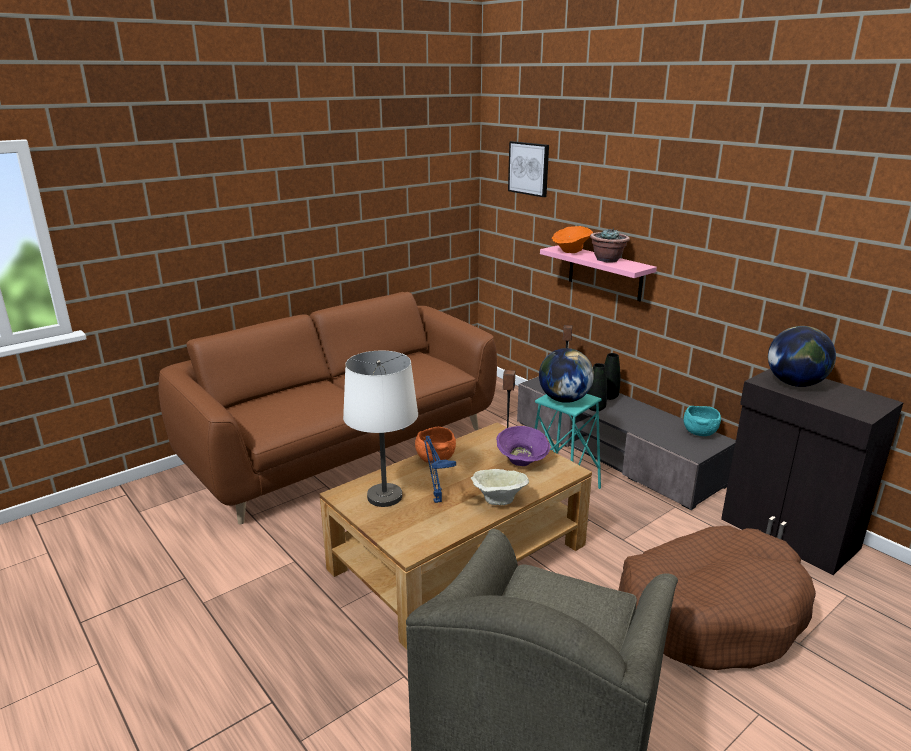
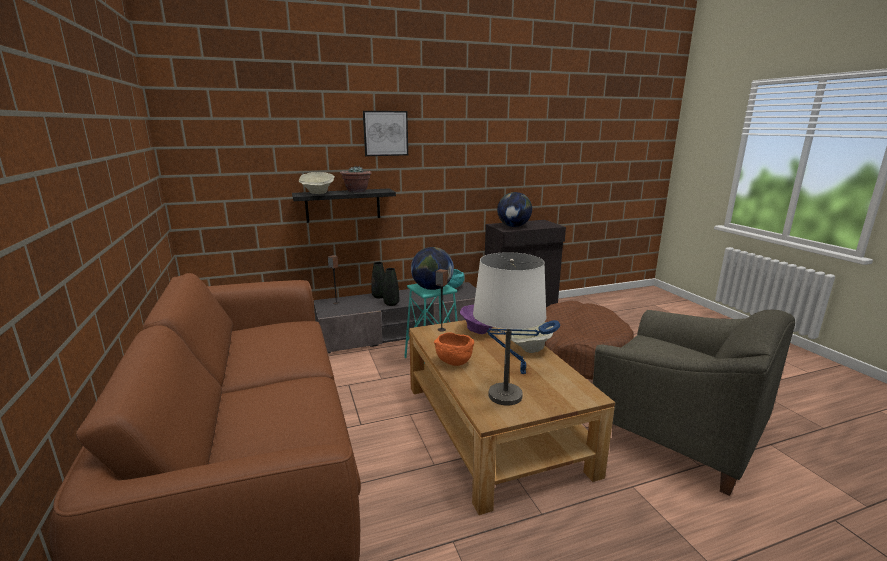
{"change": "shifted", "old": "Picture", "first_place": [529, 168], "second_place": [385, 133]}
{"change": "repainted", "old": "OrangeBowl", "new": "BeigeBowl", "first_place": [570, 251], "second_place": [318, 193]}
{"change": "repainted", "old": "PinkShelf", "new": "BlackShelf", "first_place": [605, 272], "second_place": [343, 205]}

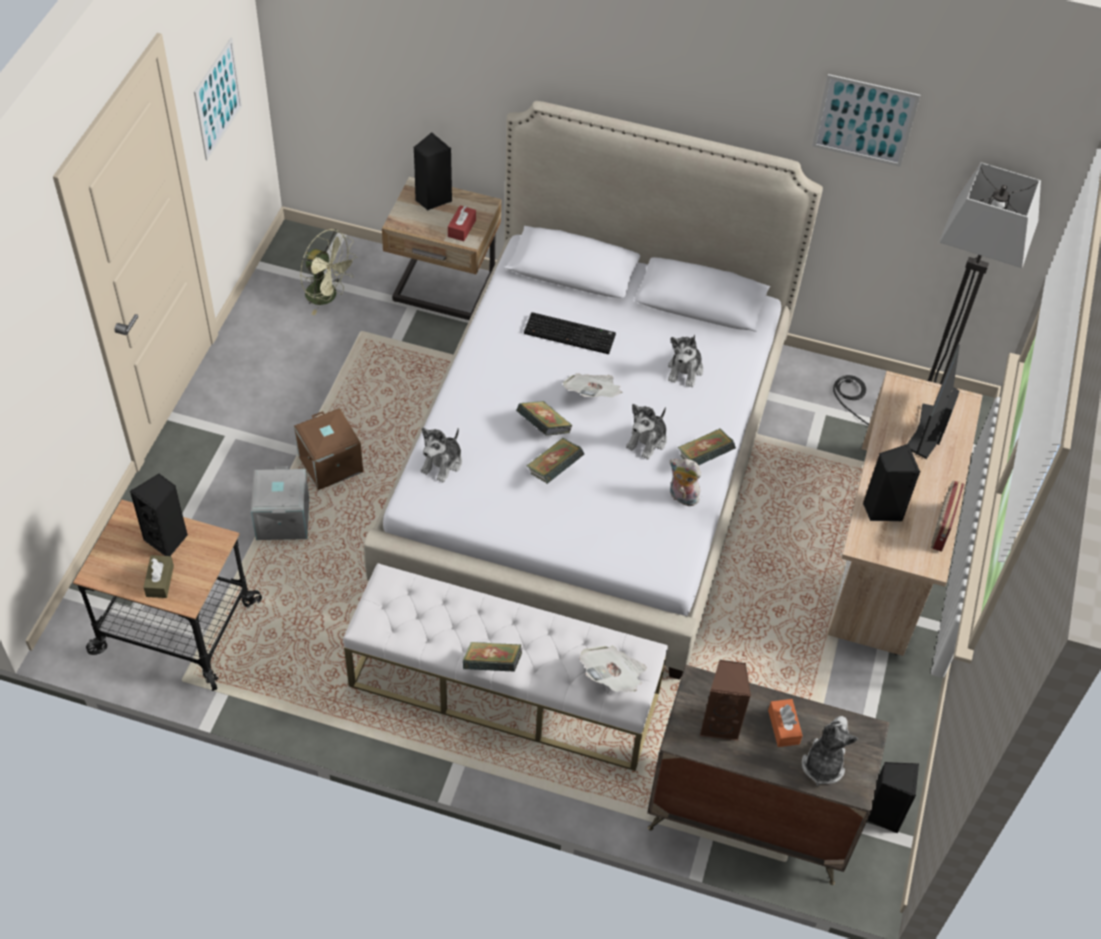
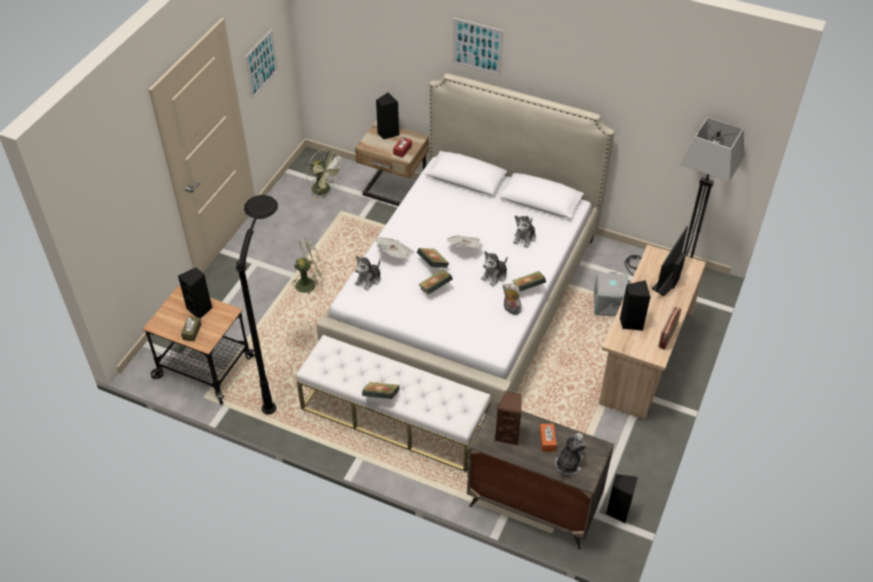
{"change": "shifted", "old": "Picture", "first_place": [865, 120], "second_place": [477, 46]}
{"change": "gone", "old": "Keyboard", "first_place": [571, 333]}
{"change": "swapped", "old": "BrownStorageBox", "new": "GreenFan", "first_place": [329, 464], "second_place": [310, 284]}
{"change": "shifted", "old": "GreyStorageBox", "first_place": [281, 519], "second_place": [608, 305]}
{"change": "shifted", "old": "Newspaper", "first_place": [613, 677], "second_place": [395, 255]}
{"change": "new", "new": "BlackFloorLamp", "second_place": [281, 373]}

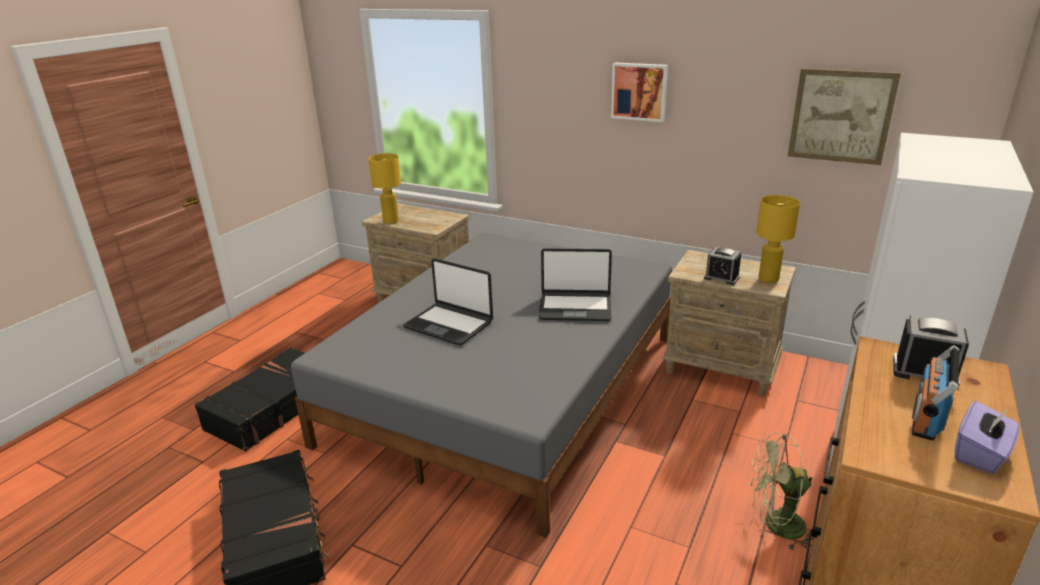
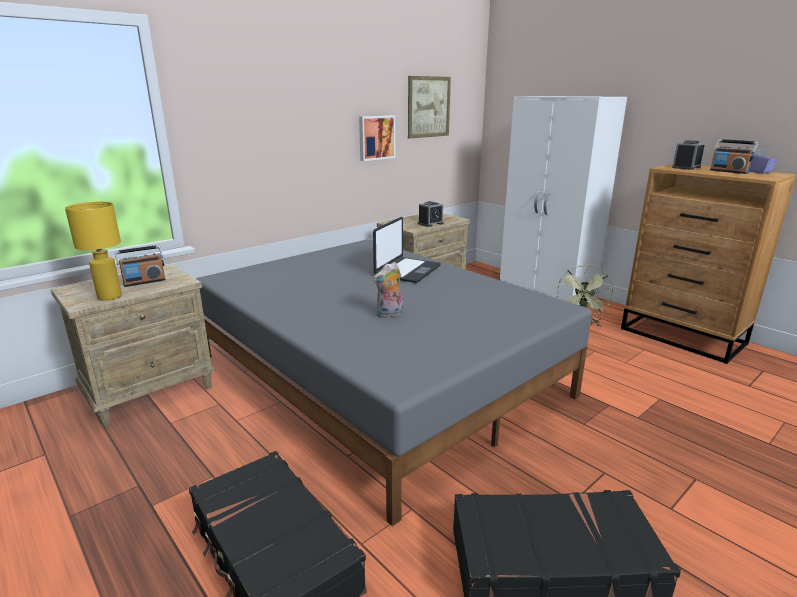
{"change": "shifted", "old": "Picture", "first_place": [639, 91], "second_place": [376, 137]}
{"change": "gone", "old": "YellowTableLamp", "first_place": [768, 279]}
{"change": "swapped", "old": "Laptop", "new": "PlushToy", "first_place": [449, 324], "second_place": [390, 315]}
{"change": "new", "new": "Radio", "second_place": [144, 282]}

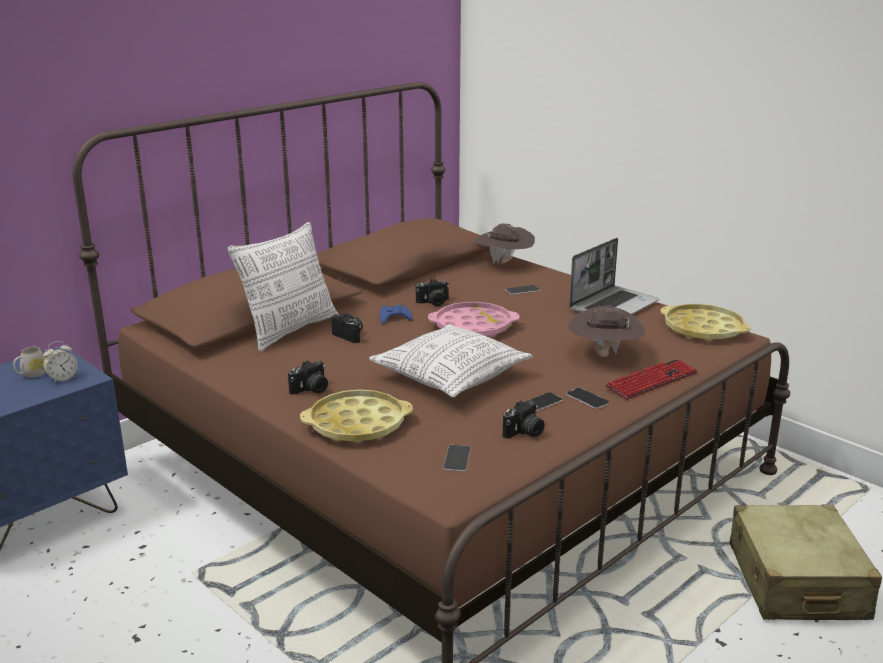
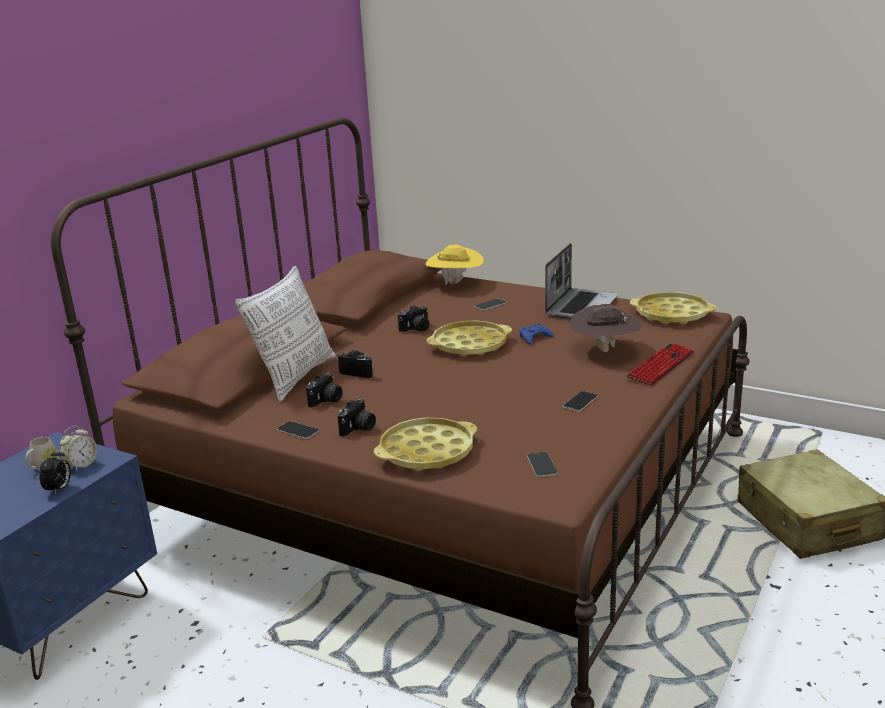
{"change": "repainted", "old": "BrownHat", "new": "YellowHat", "first_place": [503, 264], "second_place": [455, 283]}
{"change": "repainted", "old": "PinkTray", "new": "YellowTray", "first_place": [473, 327], "second_place": [469, 345]}
{"change": "shifted", "old": "BlueGameController", "first_place": [394, 318], "second_place": [534, 337]}
{"change": "gone", "old": "Pillow", "first_place": [451, 377]}
{"change": "shifted", "old": "Phone", "first_place": [587, 399], "second_place": [297, 431]}
{"change": "shifted", "old": "PhotoCamera", "first_place": [524, 433], "second_place": [326, 400]}
{"change": "new", "new": "AlarmClock", "second_place": [59, 489]}

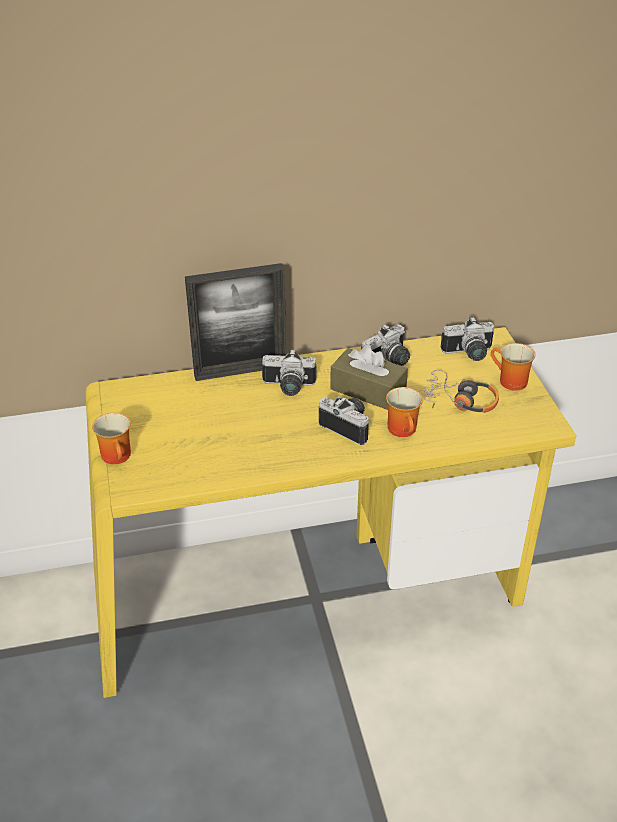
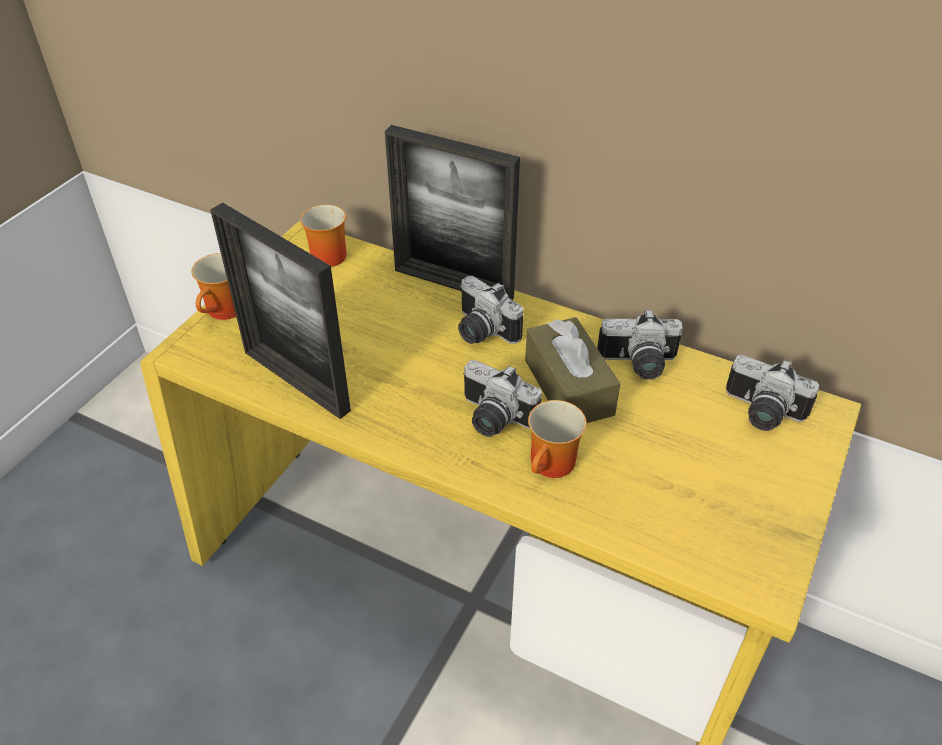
{"change": "shifted", "old": "Mug", "first_place": [509, 382], "second_place": [325, 254]}
{"change": "gone", "old": "Headphones", "first_place": [459, 401]}
{"change": "rotated", "old": "PhotoCamera", "first_place": [349, 426], "second_place": [492, 419], "degrees": 135}
{"change": "new", "new": "PictureFrame", "second_place": [296, 381]}

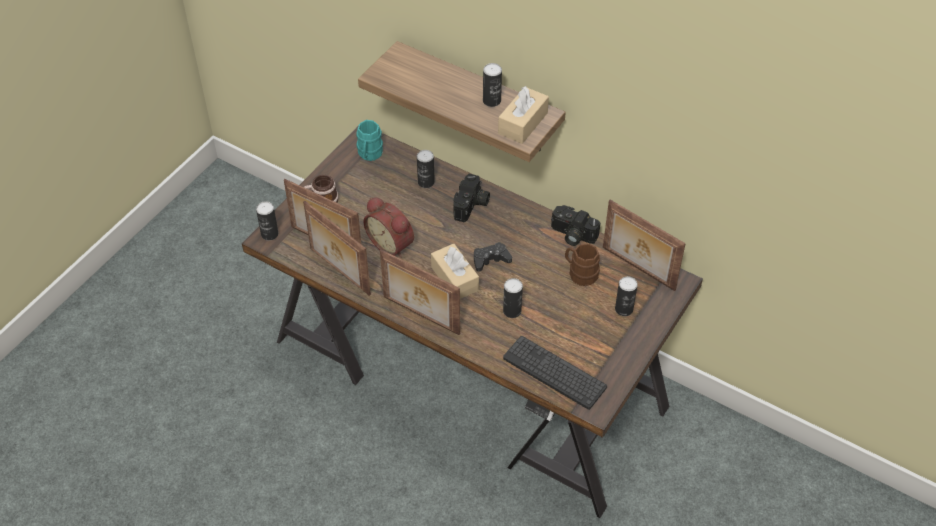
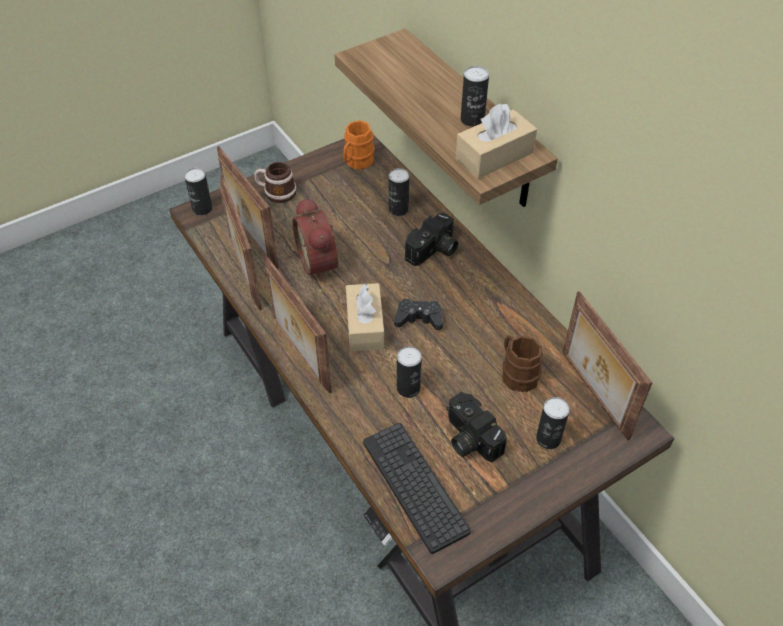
{"change": "repainted", "old": "TurquoiseMug", "new": "OrangeMug", "first_place": [369, 154], "second_place": [356, 162]}
{"change": "shifted", "old": "PhotoCamera", "first_place": [572, 235], "second_place": [468, 438]}

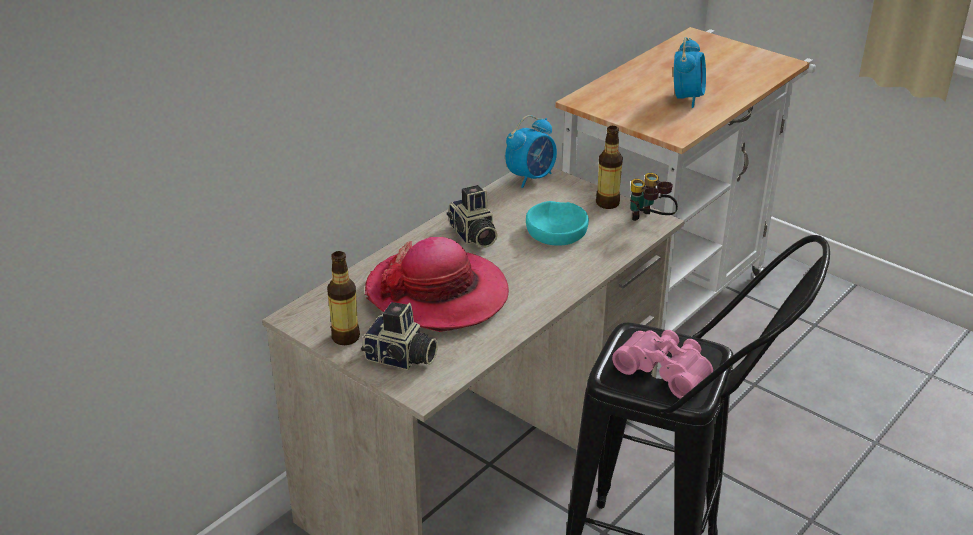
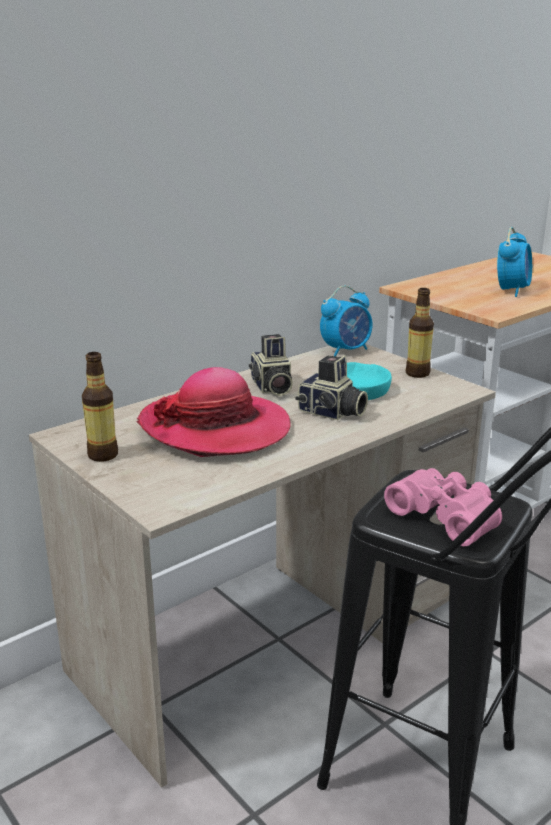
{"change": "gone", "old": "Binoculars", "first_place": [650, 222]}
{"change": "shifted", "old": "PhotoCamera", "first_place": [400, 359], "second_place": [331, 413]}

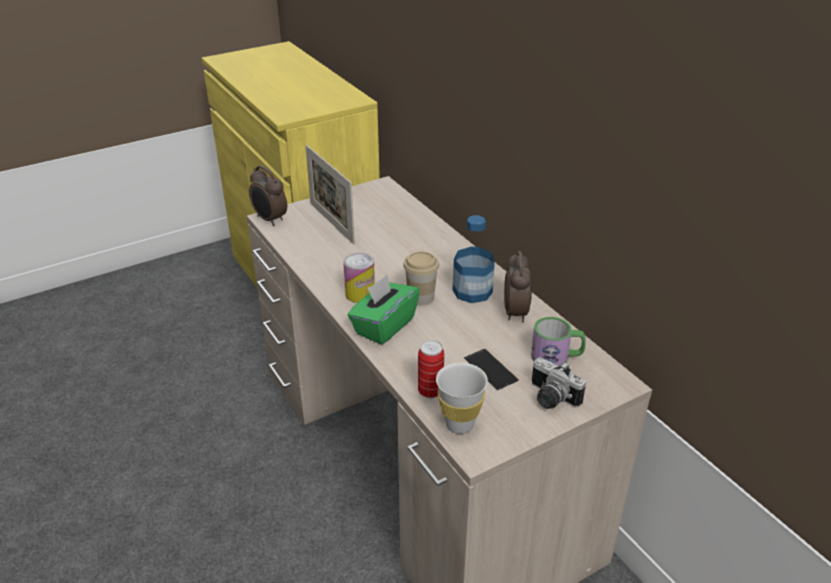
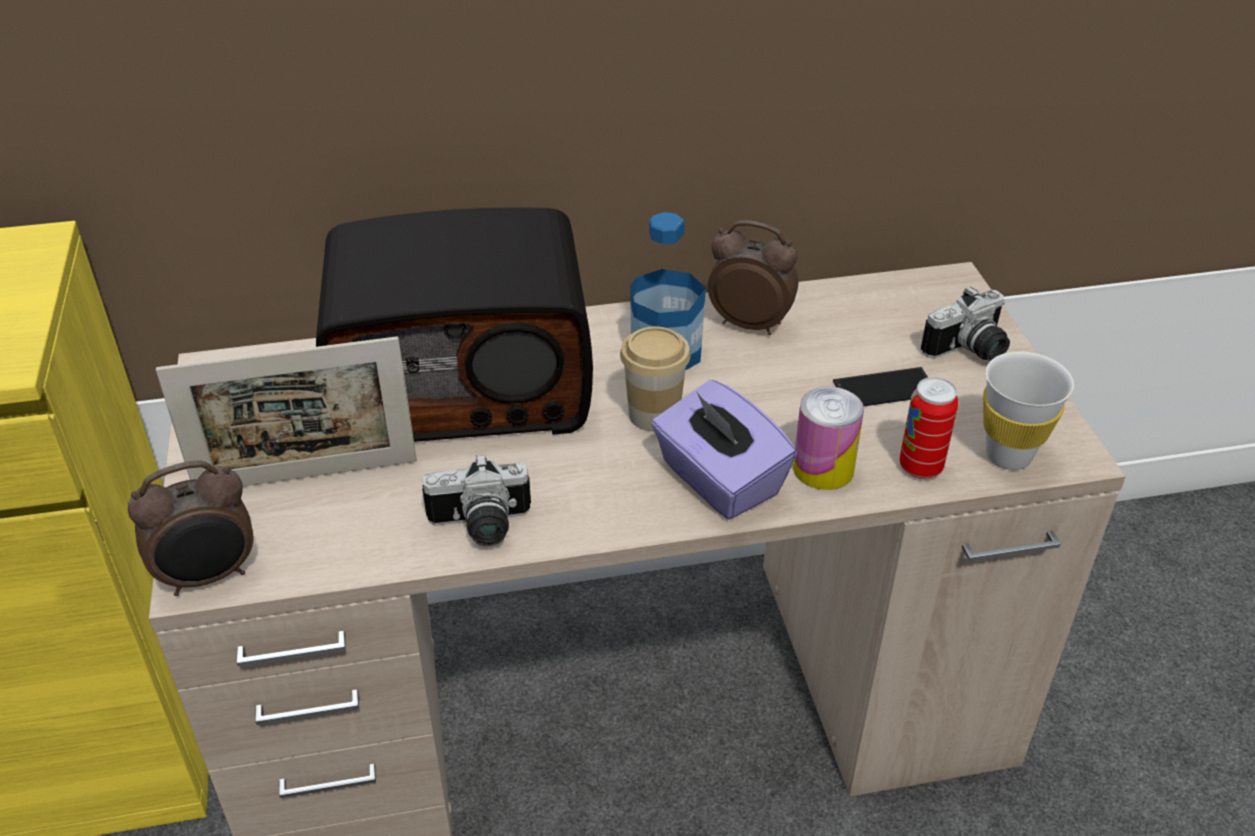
{"change": "shifted", "old": "Can", "first_place": [360, 294], "second_place": [823, 468]}
{"change": "repainted", "old": "GreenTissueBox", "new": "PurpleTissueBox", "first_place": [384, 326], "second_place": [718, 480]}
{"change": "gone", "old": "Mug", "first_place": [556, 357]}
{"change": "new", "new": "Radio", "second_place": [465, 384]}
{"change": "new", "new": "PhotoCamera", "second_place": [480, 527]}

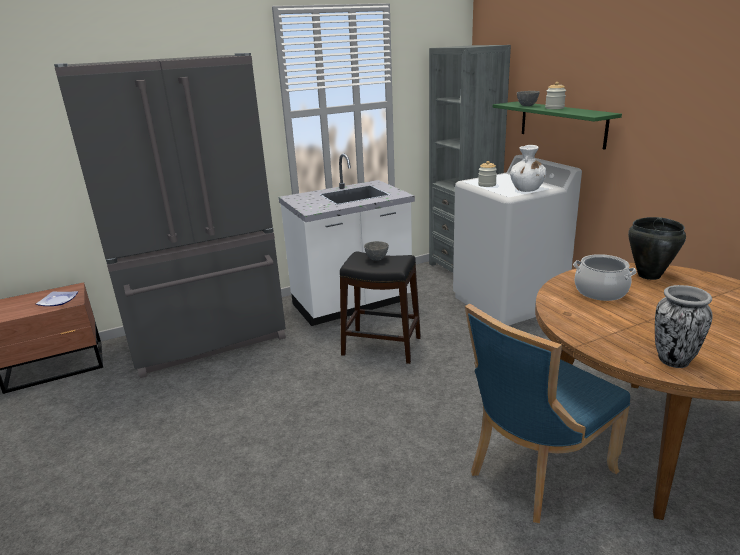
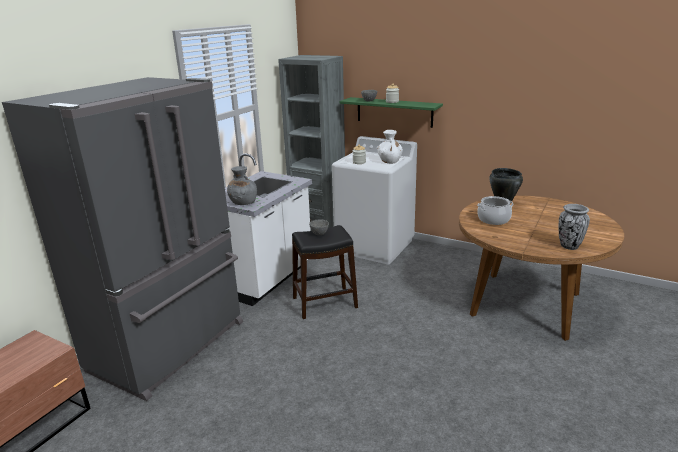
{"change": "gone", "old": "Plate", "first_place": [57, 301]}
{"change": "gone", "old": "BlueChair", "first_place": [535, 472]}
{"change": "new", "new": "GreyVase", "second_place": [243, 202]}

